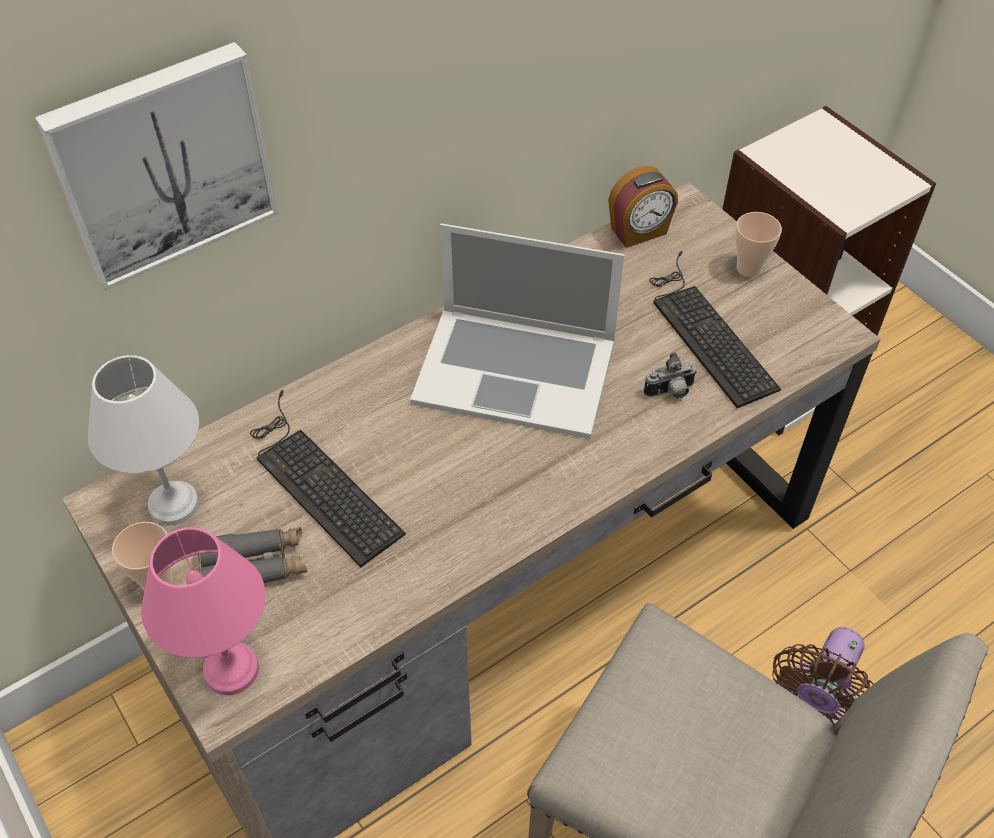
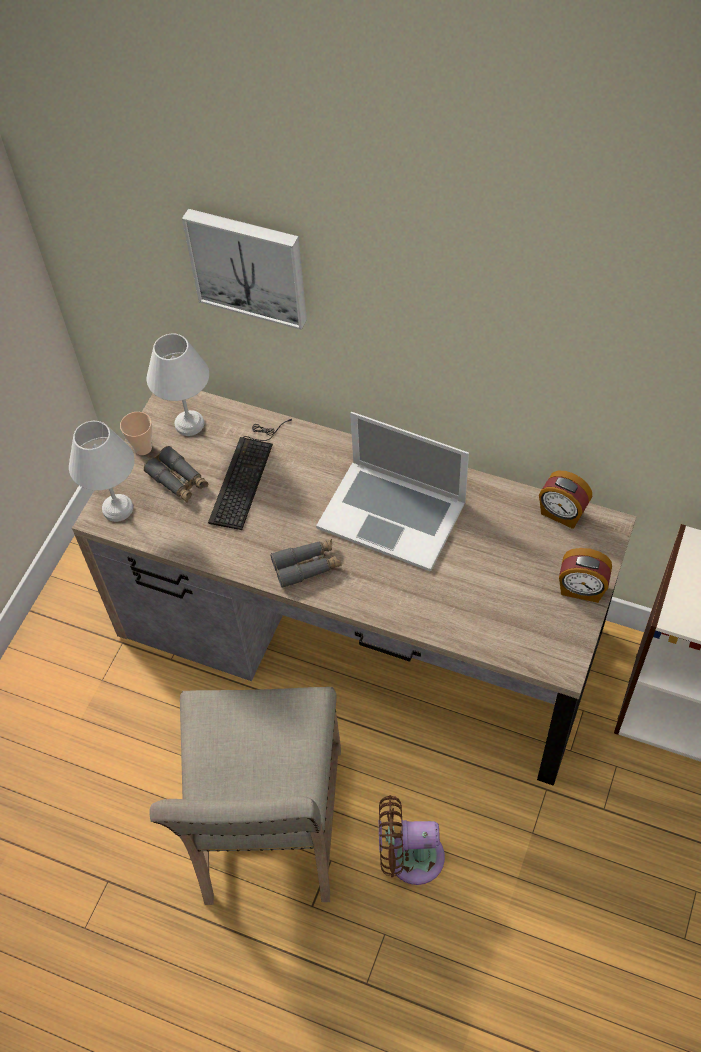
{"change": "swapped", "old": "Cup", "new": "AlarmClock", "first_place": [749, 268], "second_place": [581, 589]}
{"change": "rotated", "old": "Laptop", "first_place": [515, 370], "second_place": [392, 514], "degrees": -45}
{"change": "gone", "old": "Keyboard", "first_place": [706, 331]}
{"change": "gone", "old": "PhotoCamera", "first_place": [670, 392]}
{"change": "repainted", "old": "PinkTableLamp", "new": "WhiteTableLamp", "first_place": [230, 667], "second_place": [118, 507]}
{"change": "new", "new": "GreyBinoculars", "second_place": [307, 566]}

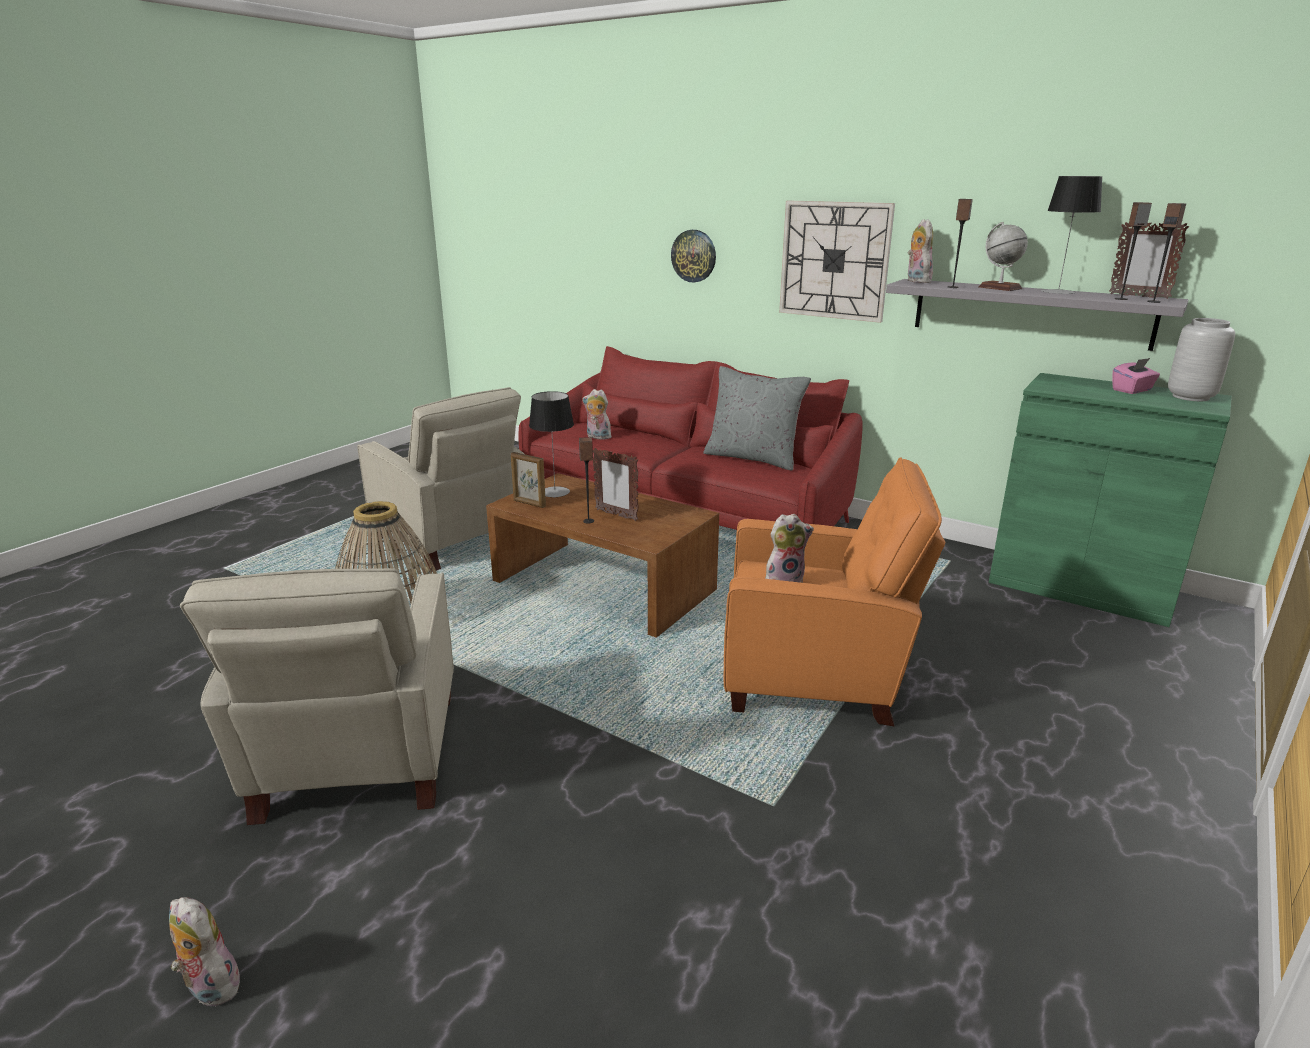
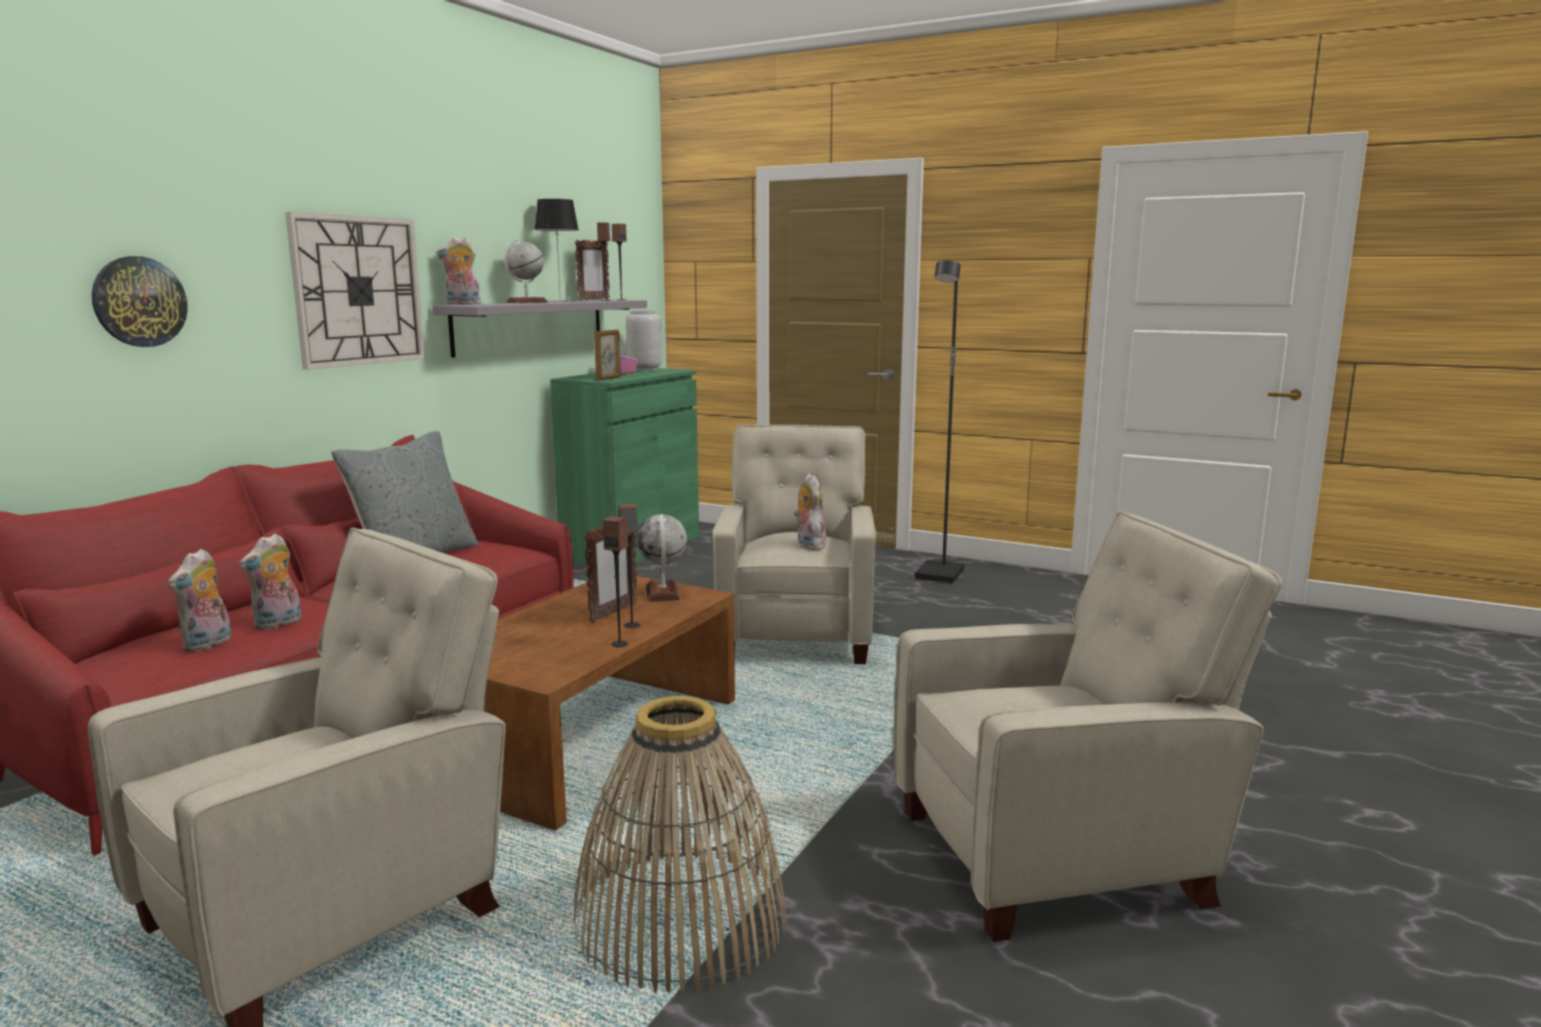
{"change": "shifted", "old": "Speaker", "first_place": [953, 287], "second_place": [620, 644]}
{"change": "gone", "old": "TableLamp", "first_place": [555, 492]}
{"change": "shifted", "old": "PictureFrame", "first_place": [529, 504], "second_place": [608, 378]}
{"change": "repainted", "old": "OrangeArmchair", "new": "BeigeArmchair", "first_place": [817, 677], "second_place": [797, 634]}
{"change": "shifted", "old": "PlushToy", "first_place": [209, 986], "second_place": [278, 624]}
{"change": "new", "new": "BlackFloorLamp", "second_place": [941, 575]}
{"change": "new", "new": "Globe", "second_place": [662, 593]}

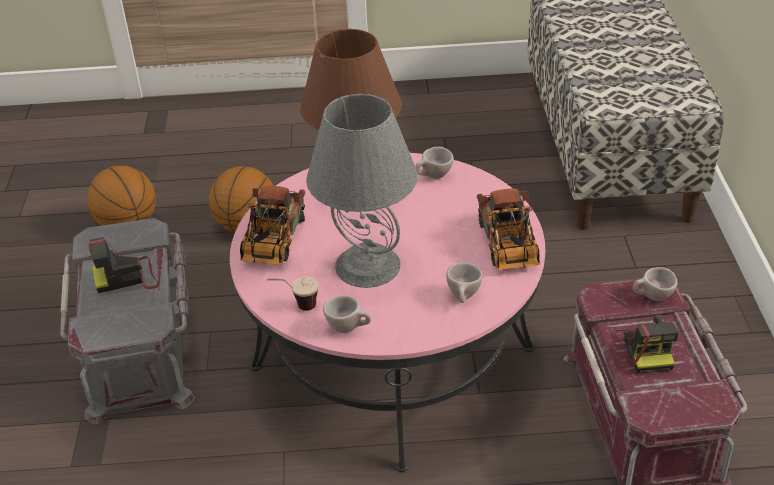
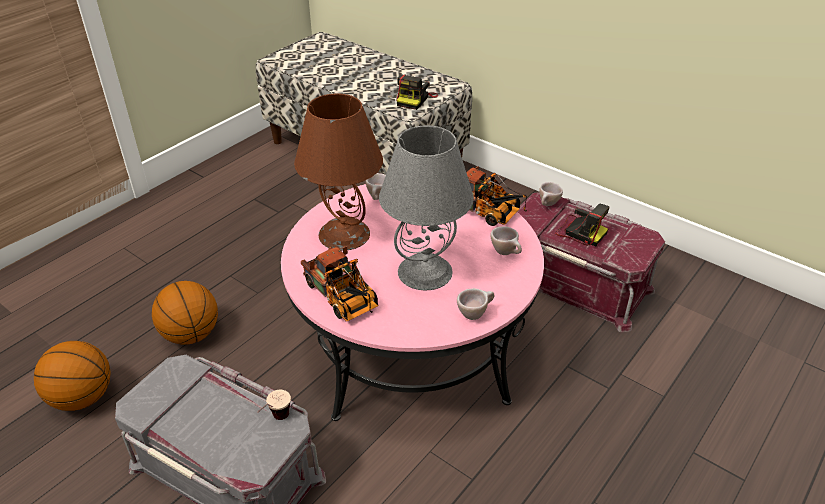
{"change": "shifted", "old": "PhotoCamera", "first_place": [127, 277], "second_place": [415, 99]}
{"change": "shifted", "old": "Cup", "first_place": [296, 307], "second_place": [275, 421]}

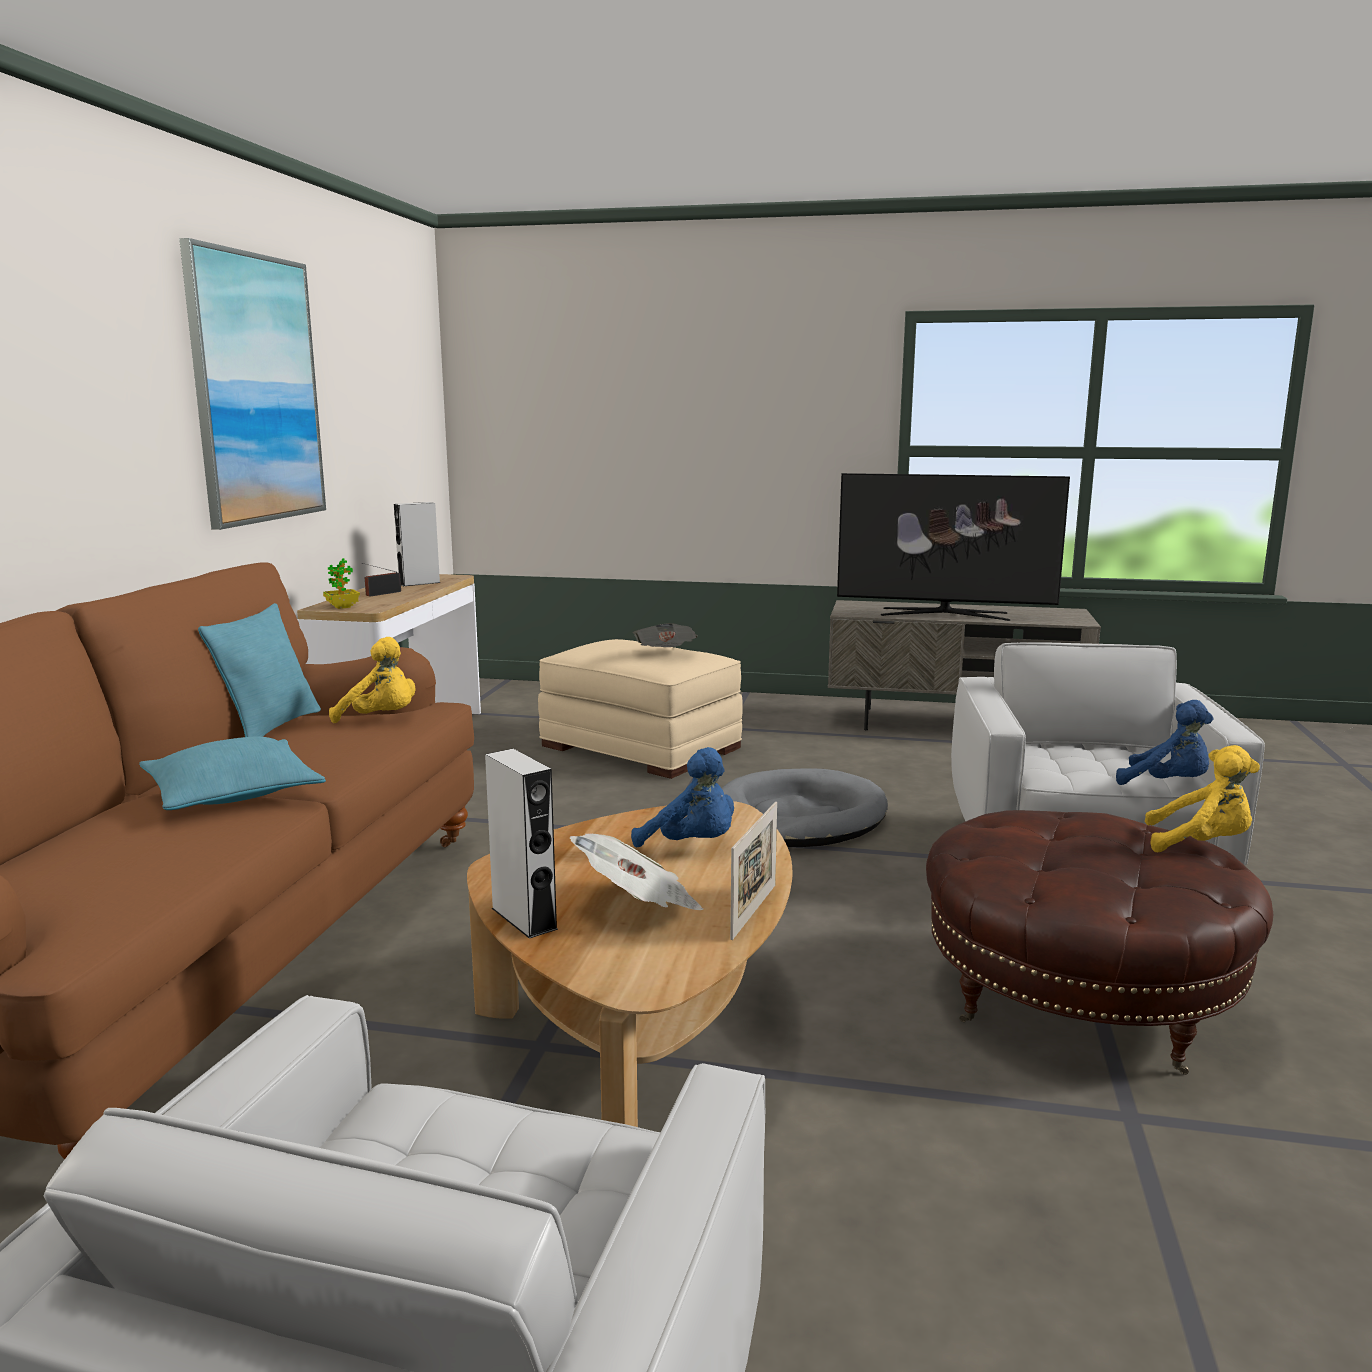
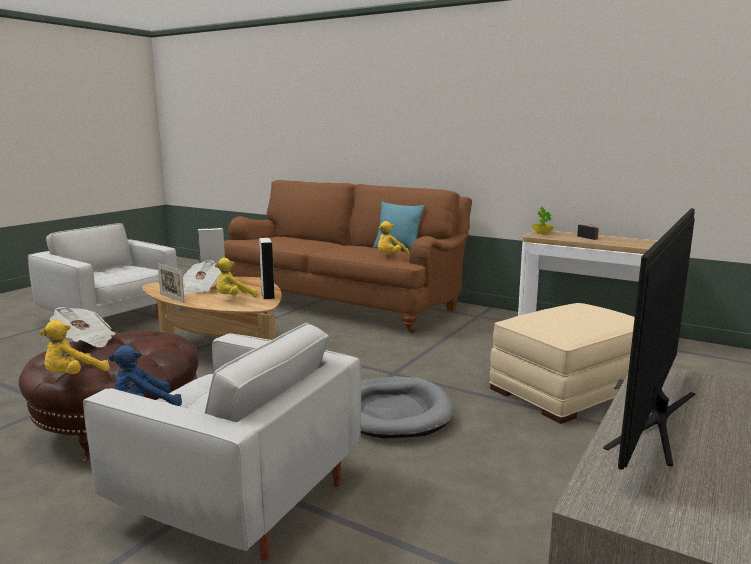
{"change": "gone", "old": "Picture", "first_place": [256, 389]}
{"change": "shifted", "old": "GreySpeaker", "first_place": [419, 583], "second_place": [267, 295]}
{"change": "shifted", "old": "Newspaper", "first_place": [665, 654], "second_place": [85, 341]}
{"change": "gone", "old": "TurquoisePillow", "first_place": [233, 794]}
{"change": "repainted", "old": "BluePlushToy", "new": "YellowPlushToy", "first_place": [692, 845], "second_place": [234, 298]}

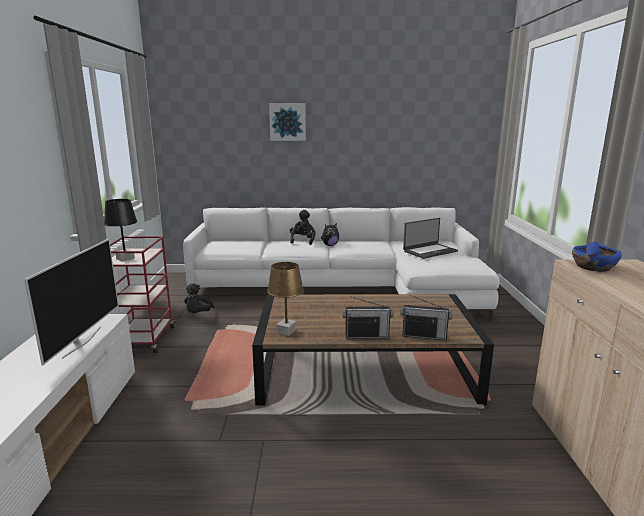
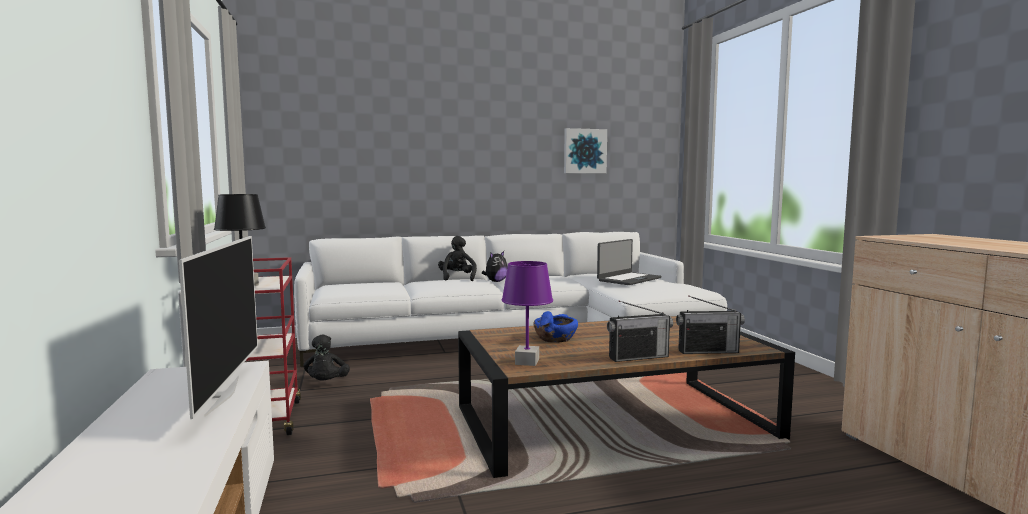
{"change": "shifted", "old": "Picture", "first_place": [287, 122], "second_place": [584, 151]}
{"change": "shifted", "old": "BlueBowl", "first_place": [593, 267], "second_place": [554, 338]}
{"change": "repainted", "old": "BrownTableLamp", "new": "PurpleTableLamp", "first_place": [286, 331], "second_place": [527, 362]}

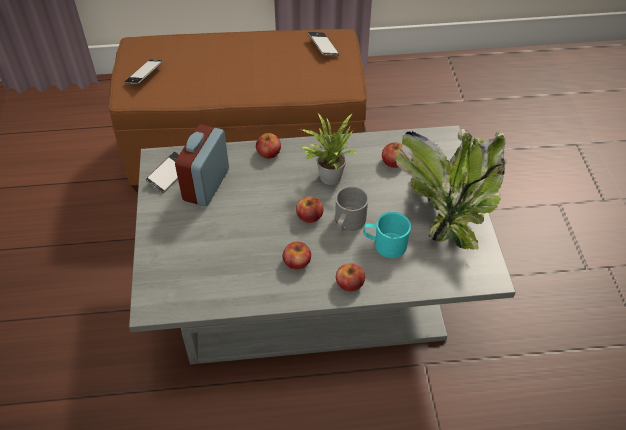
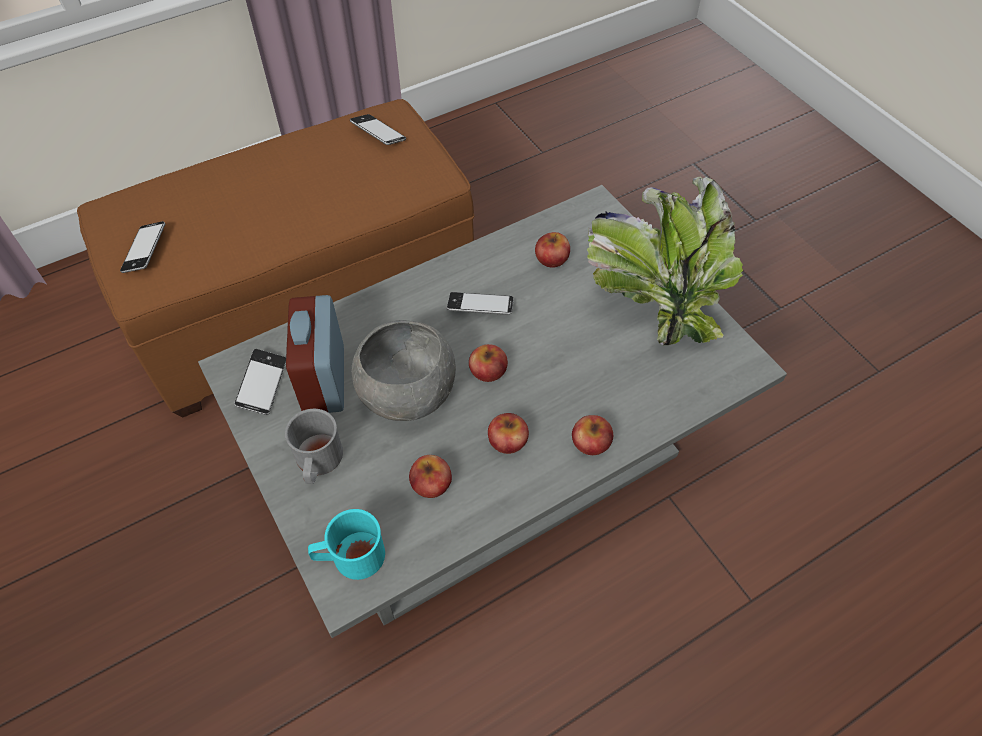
{"change": "swapped", "old": "PottedPlant", "new": "Phone", "first_place": [328, 176], "second_place": [480, 307]}
{"change": "shifted", "old": "Apple", "first_place": [268, 152], "second_place": [431, 483]}
{"change": "shifted", "old": "GreyMug", "first_place": [348, 223], "second_place": [318, 462]}
{"change": "shifted", "old": "TurquoiseMug", "first_place": [385, 244], "second_place": [350, 557]}
{"change": "new", "new": "GreyBowl", "second_place": [408, 392]}

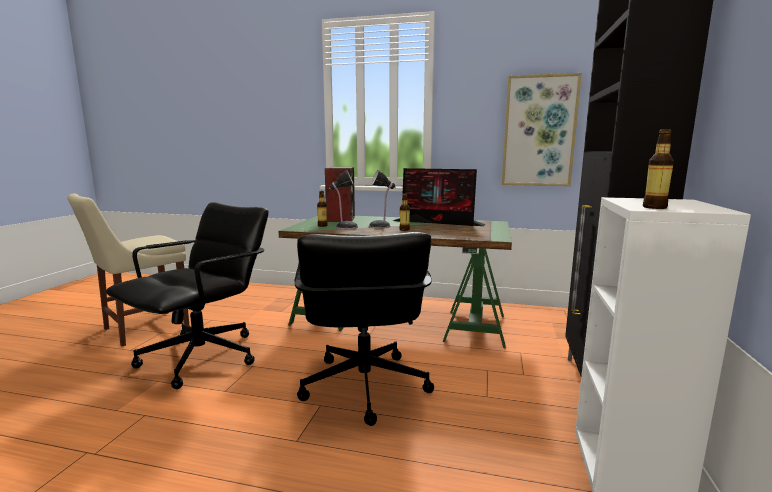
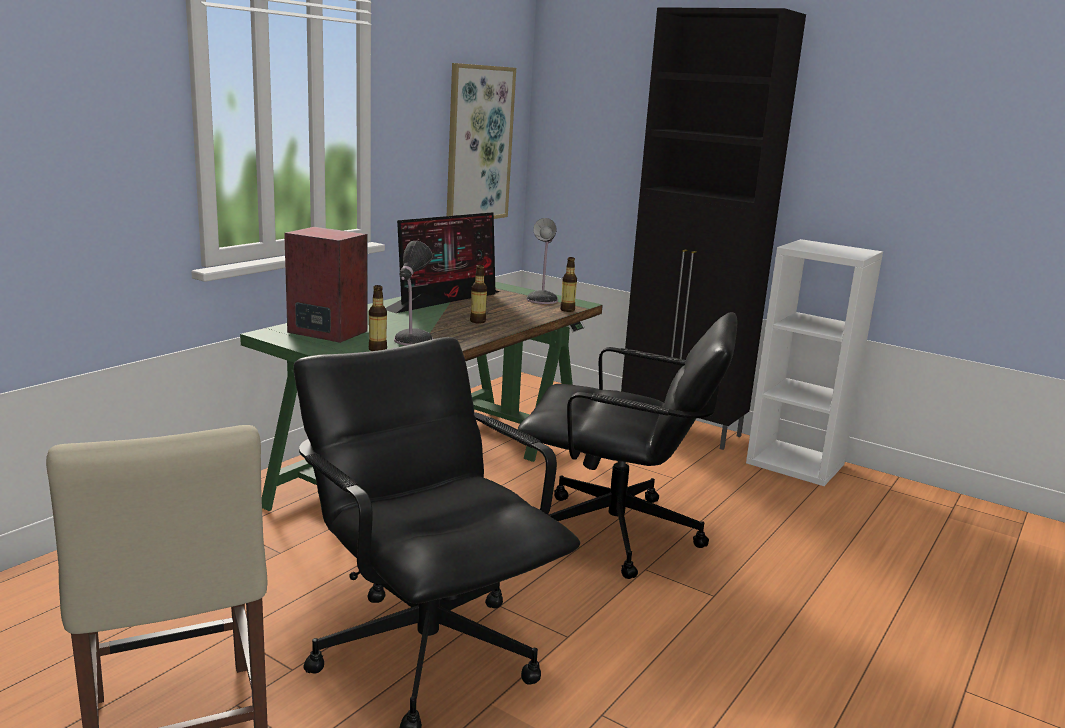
{"change": "shifted", "old": "Bottle", "first_place": [654, 207], "second_place": [567, 310]}
{"change": "shifted", "old": "TableLamp", "first_place": [381, 226], "second_place": [542, 299]}

